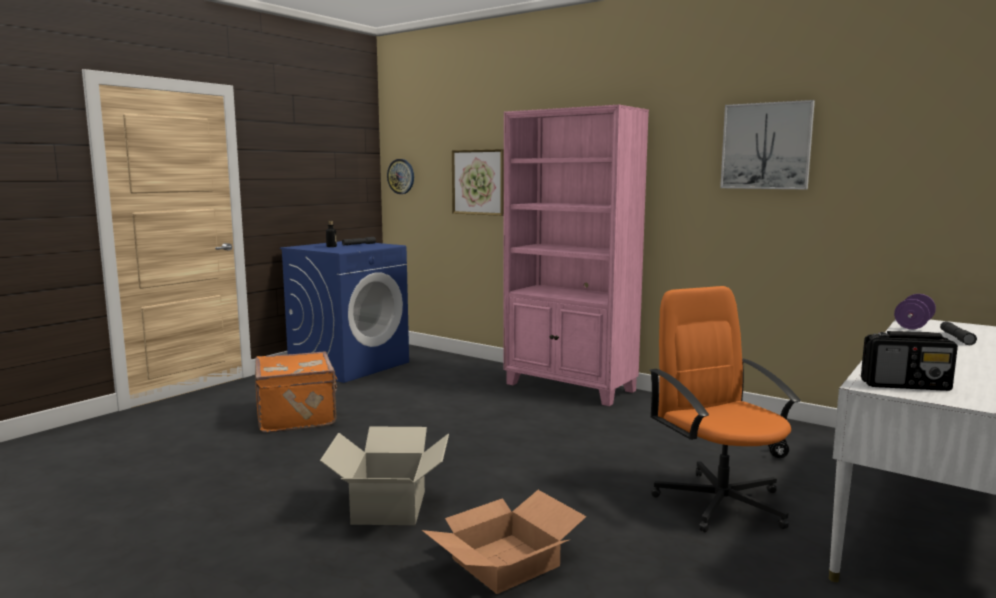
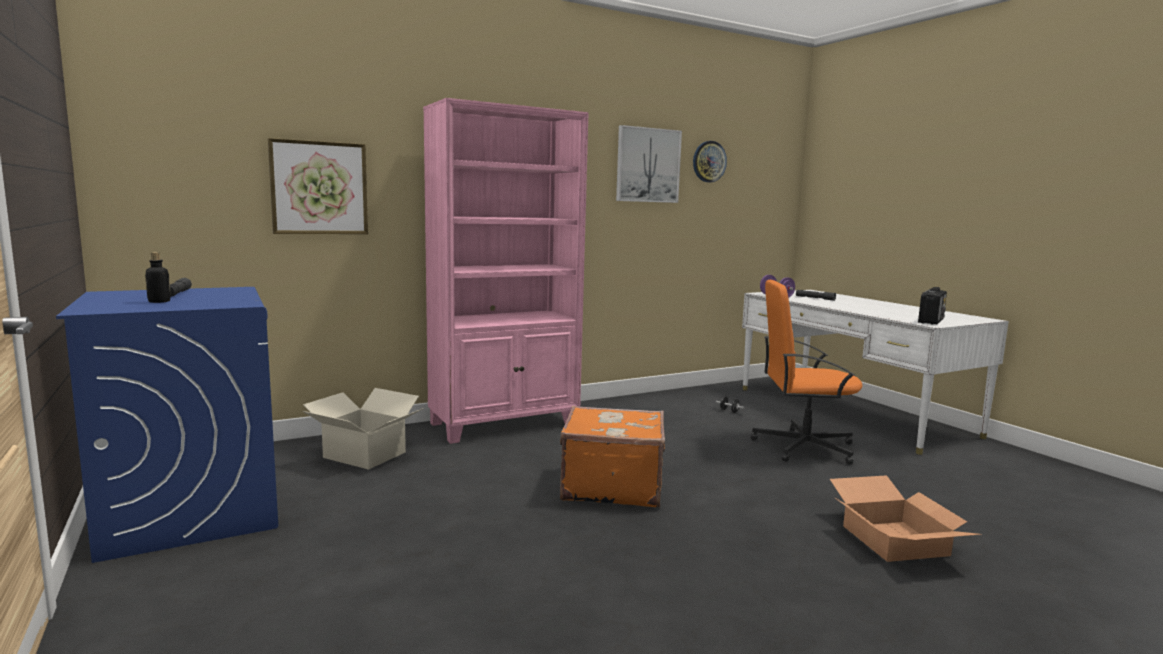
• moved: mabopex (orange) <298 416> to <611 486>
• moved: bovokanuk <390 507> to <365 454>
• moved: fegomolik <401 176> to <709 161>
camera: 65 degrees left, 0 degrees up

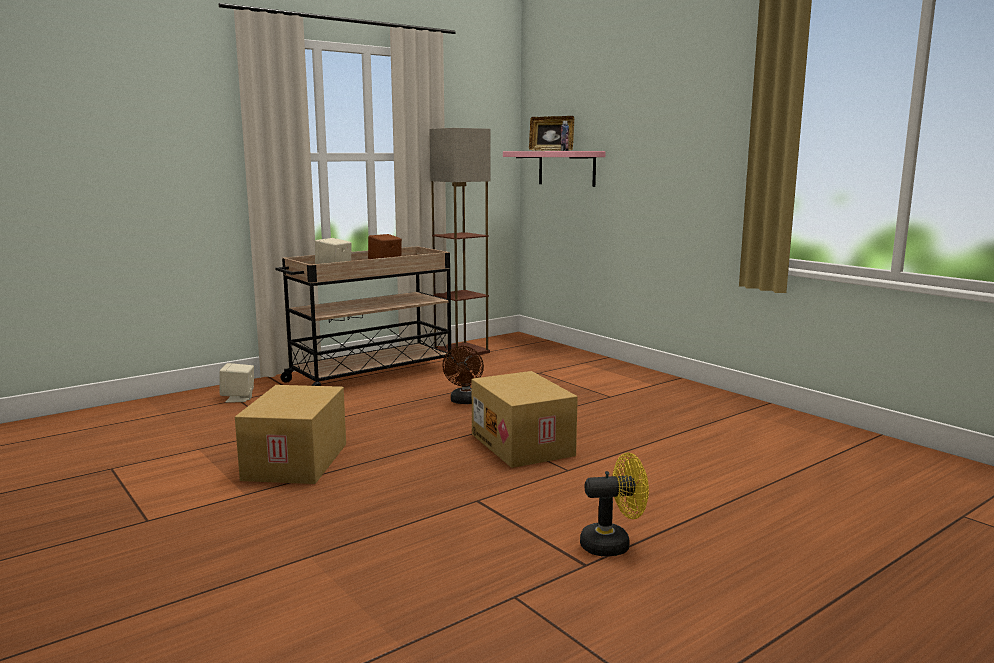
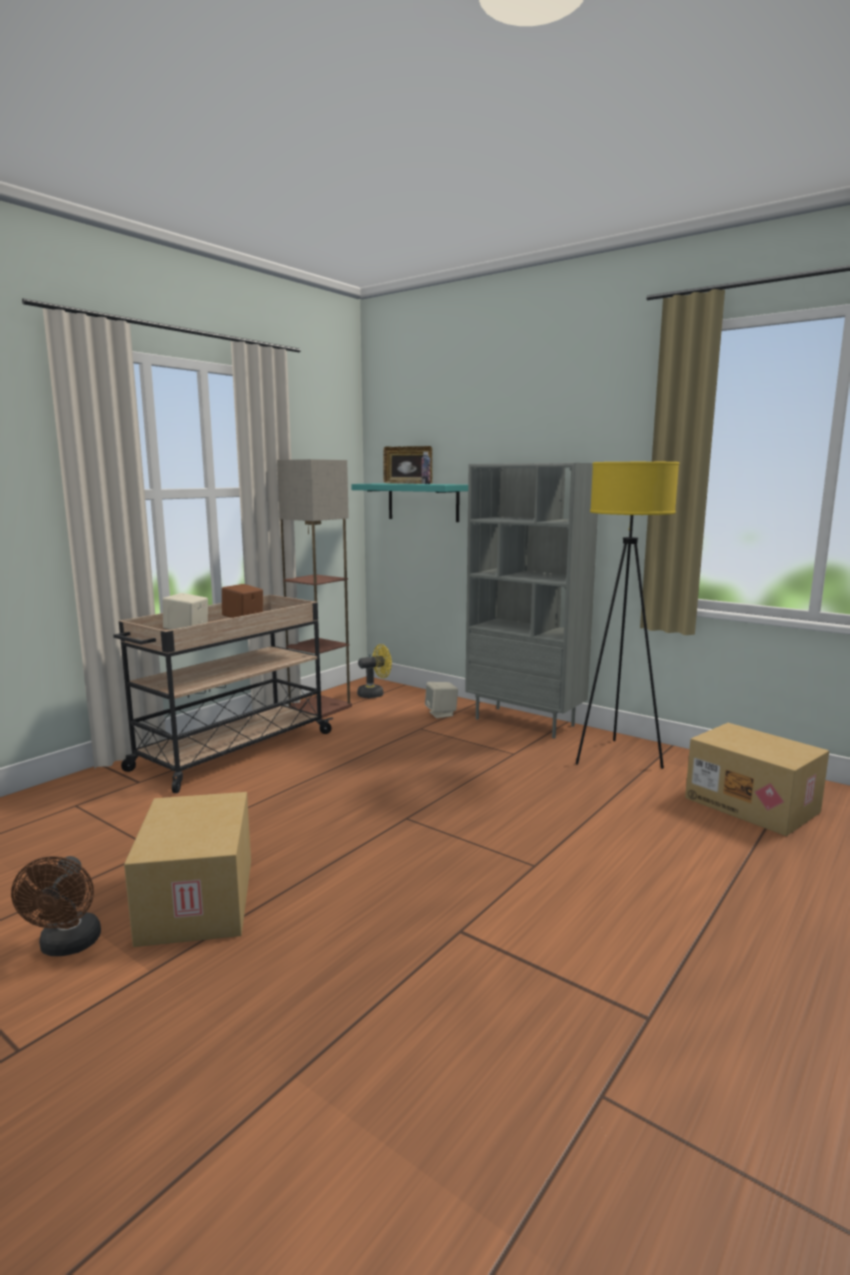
• added: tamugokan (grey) <525 722>
• added: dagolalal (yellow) <616 757>
• moved: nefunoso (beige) <238 398> to <441 714>
• moved: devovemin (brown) <465 402> to <68 946>
• moved: bovokanuk <524 445> to <753 805>
• moved: devovemin (yellow) <613 544> to <375 694>
• recoloured: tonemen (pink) <566 168> to tonemen (turquoise) <423 502>
camera: 15 degrees left, 0 degrees up

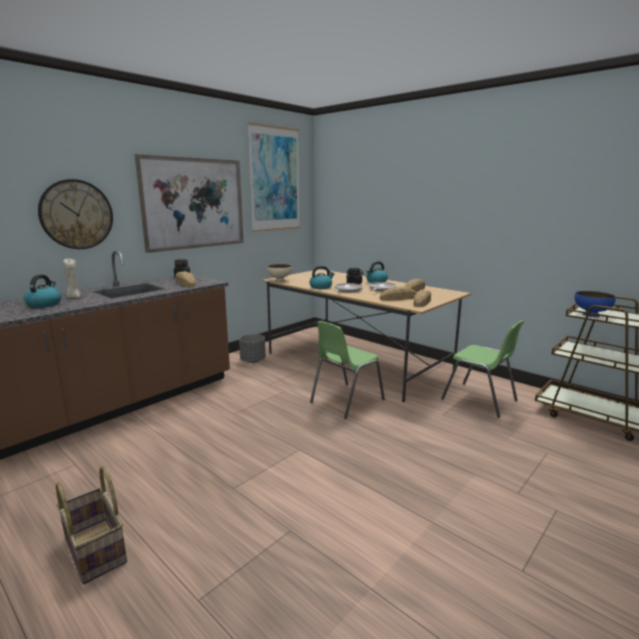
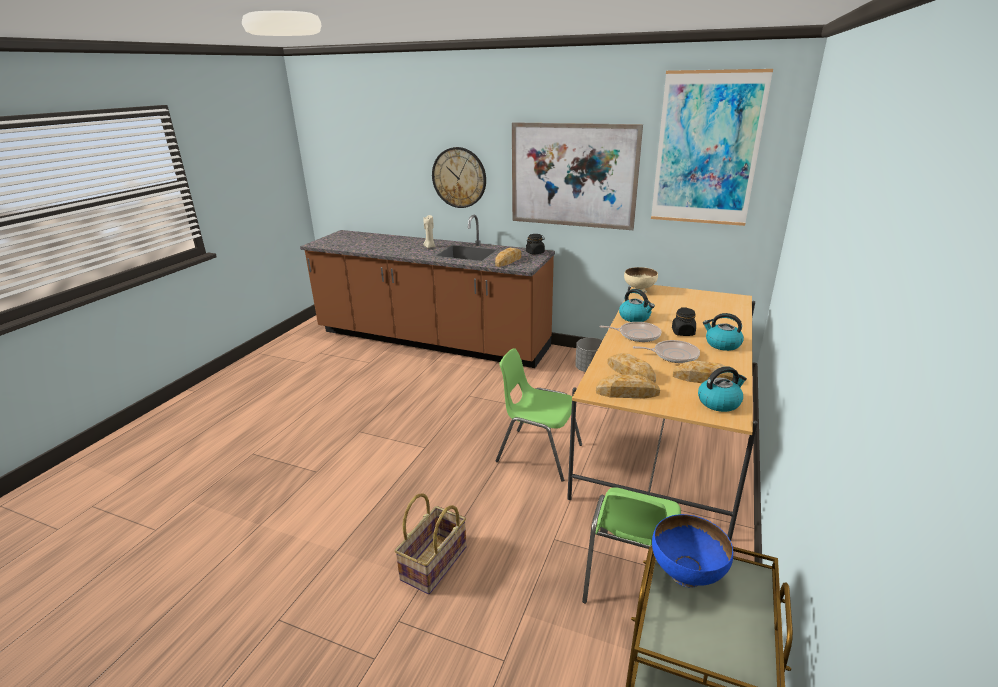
• moved: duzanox <44 304> to <719 402>
• moved: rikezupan <97 550> to <435 564>
camera: 70 degrees right, 10 degrees up

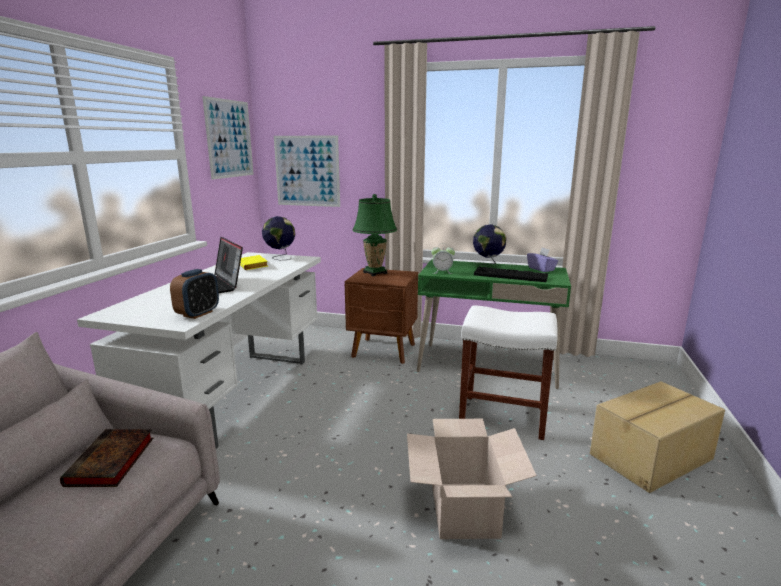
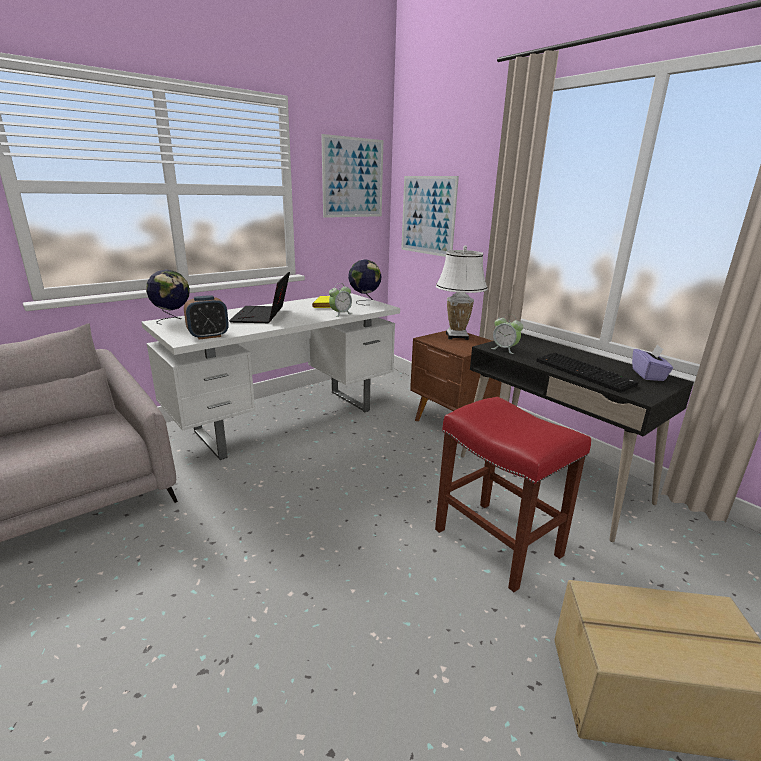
• removed: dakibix <111 463>
• removed: bovokanuk <465 510>
• added: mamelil <340 314>
• moved: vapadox <487 266> to <172 320>
• recoloured: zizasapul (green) <375 273> to zizasapul (white) <457 336>
• recoloured: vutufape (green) <487 365> to vutufape (black) <551 479>
• recoloured: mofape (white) <501 416> to mofape (red) <495 542>
camera: 35 degrees right, 5 degrees up

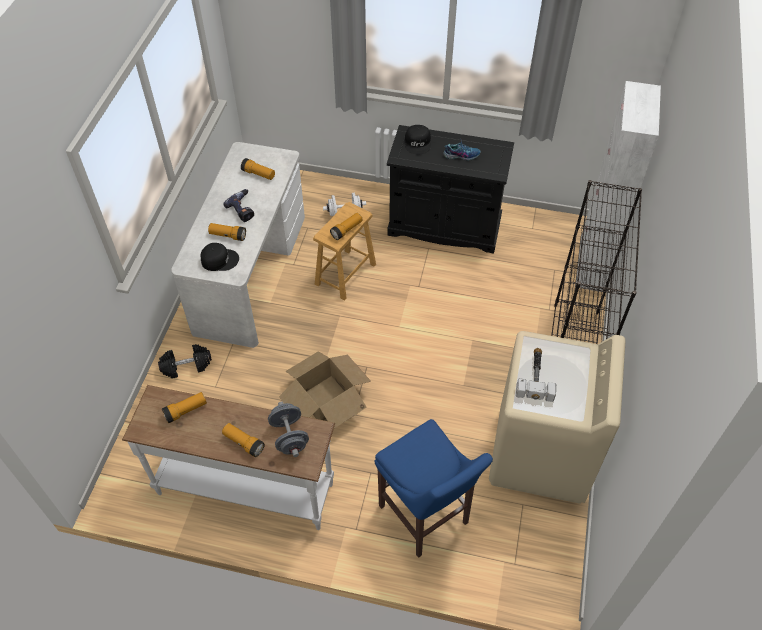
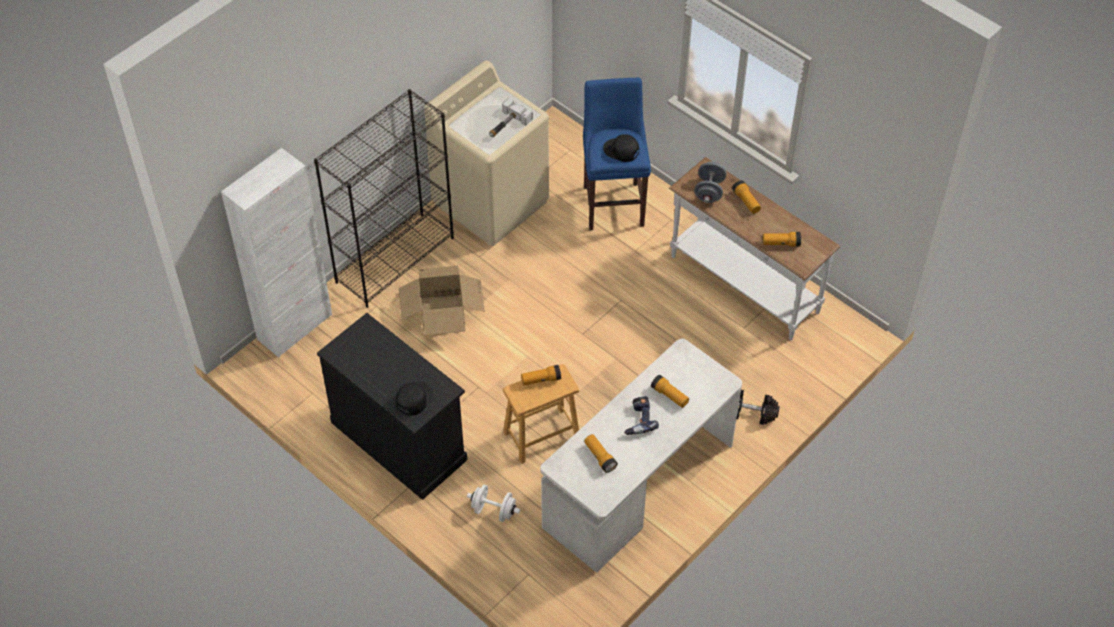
• removed: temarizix <461 155>
• moved: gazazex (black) <219 259> to <621 150>
• moved: bovokanuk <326 400> to <442 312>
camera: 150 degrees left, 0 degrees up

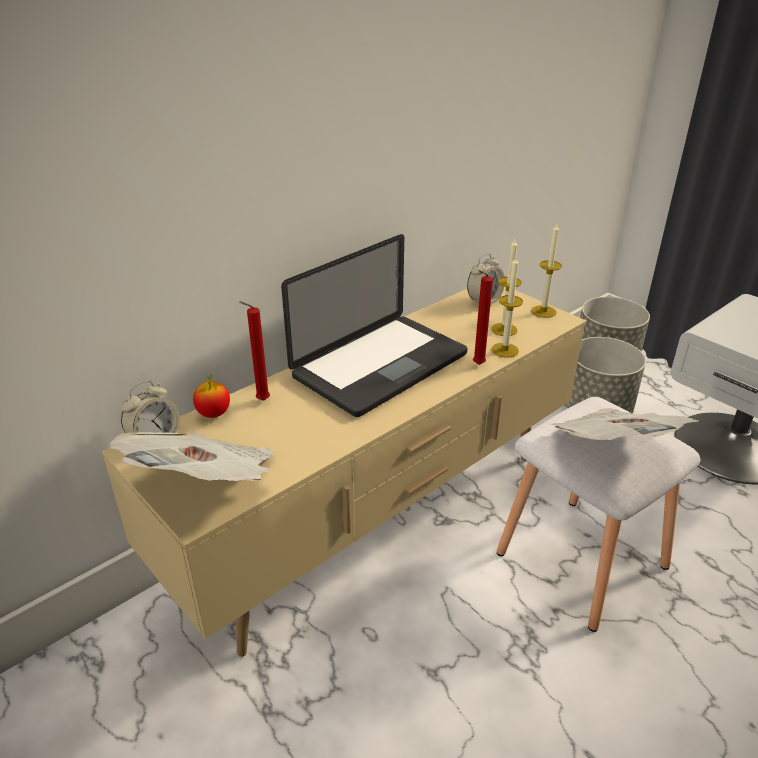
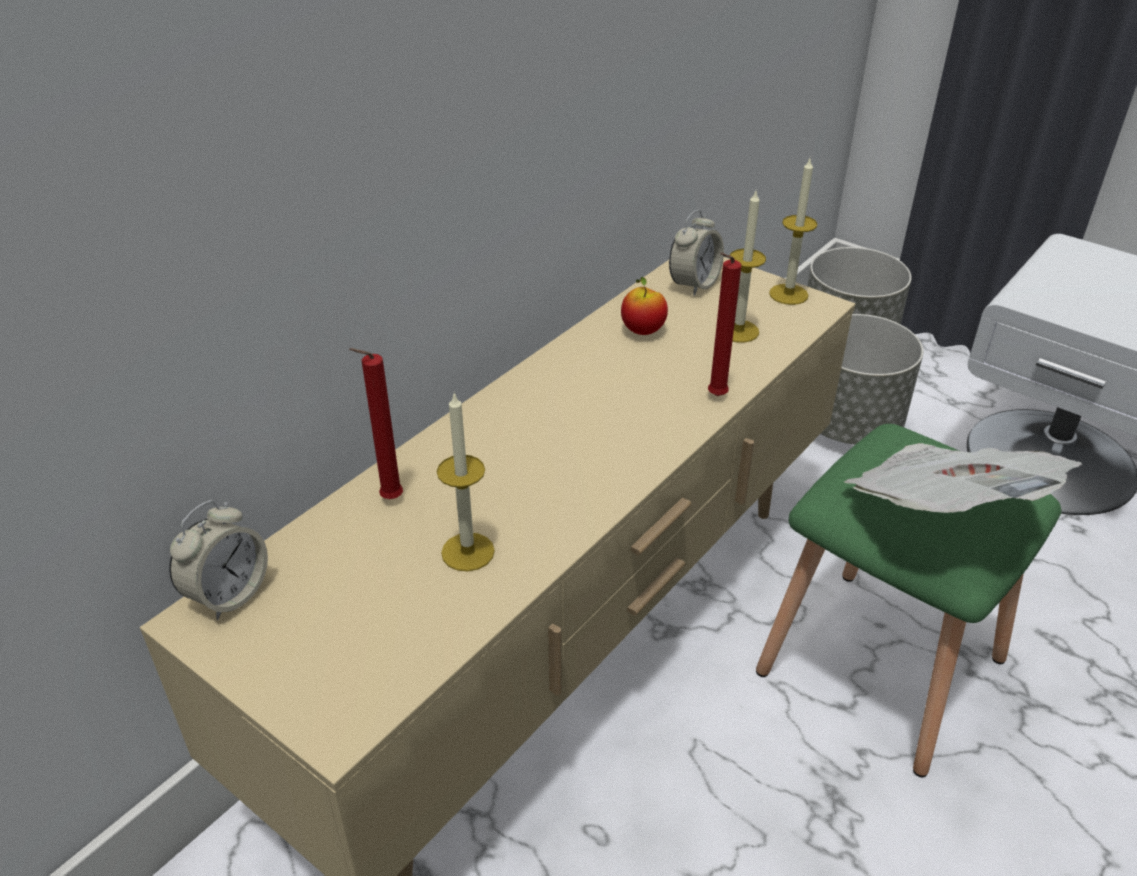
• removed: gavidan <207 485>
• removed: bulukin <380 366>
• moved: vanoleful <214 414> to <642 331>
• moved: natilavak <505 350> to <468 552>
• recoloured: mofape (white) <581 562> to mofape (green) <881 669>
camera: 10 degrees left, 5 degrees up

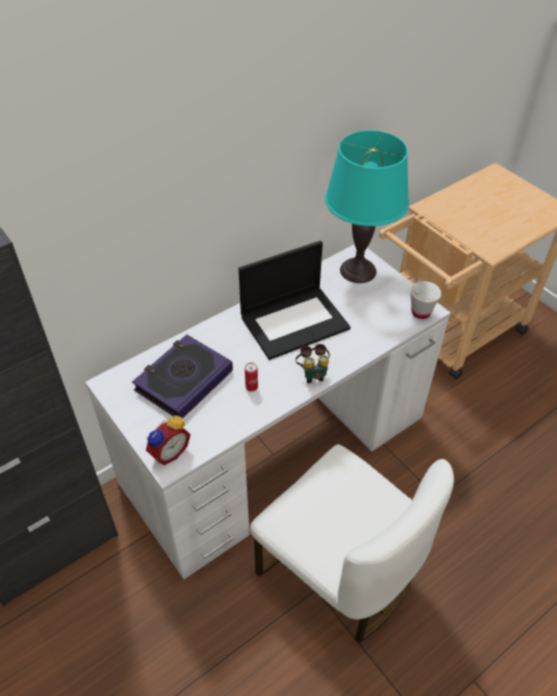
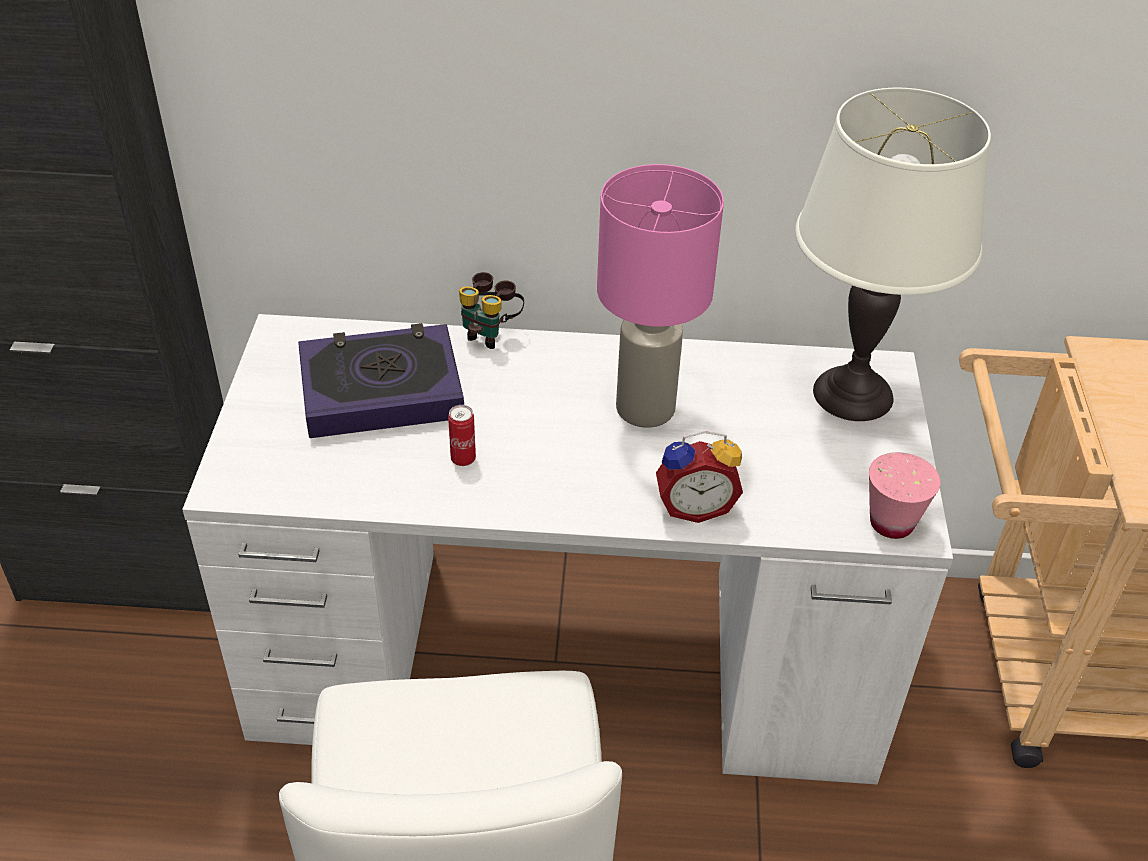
• moved: mamelil <168 452> to <694 506>
• moved: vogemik <313 373> to <490 333>
• replaced: bulukin <295 321> to zizasapul (pink) <647 408>
• recoloured: zizasapul (turquoise) <357 271> to zizasapul (white) <852 394>
• recoloured: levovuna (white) <420 312> to levovuna (pink) <891 523>
camera: 40 degrees right, 5 degrees down

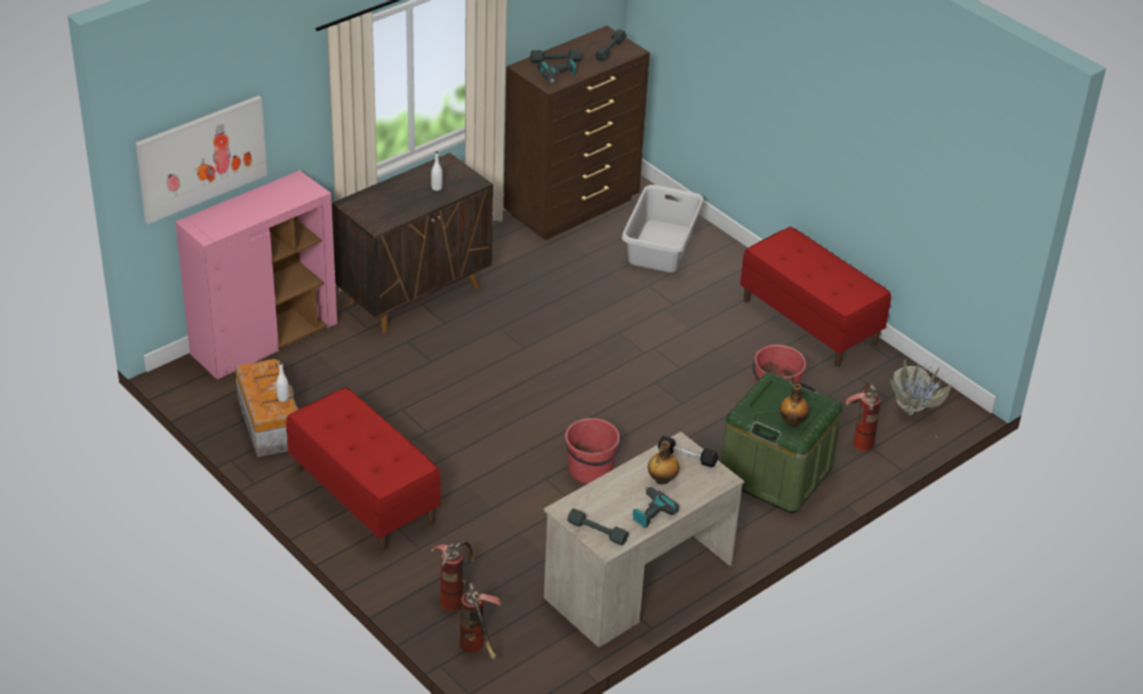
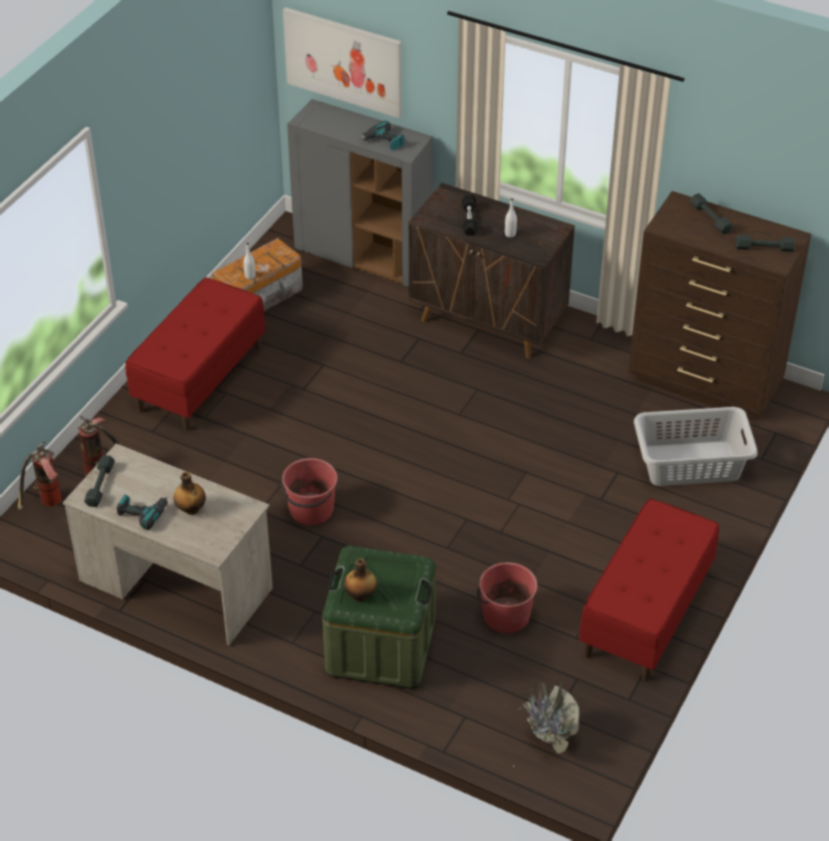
• removed: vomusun <858 439>
• moved: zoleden <558 76> to <383 142>
• moved: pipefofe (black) <687 457> to <469 220>
• recoloured: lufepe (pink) <264 340> to lufepe (grey) <364 257>
camera: 70 degrees right, 5 degrees up

